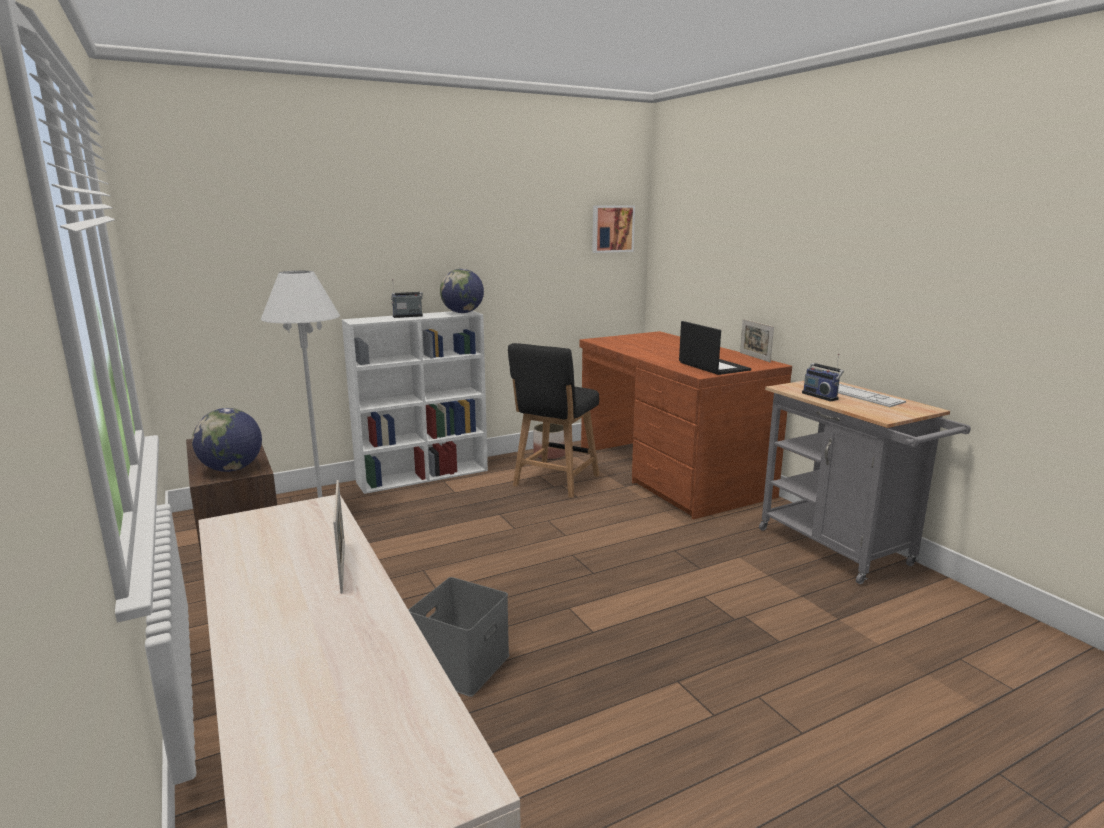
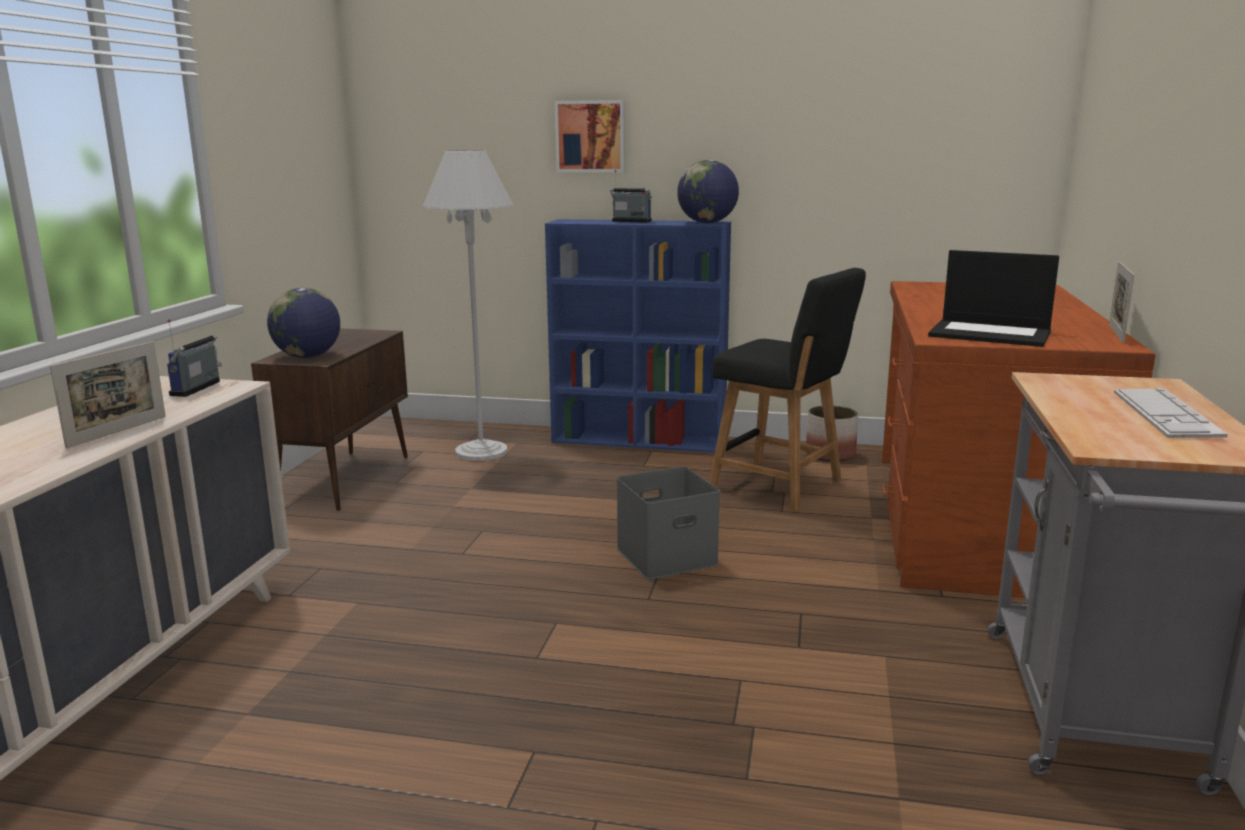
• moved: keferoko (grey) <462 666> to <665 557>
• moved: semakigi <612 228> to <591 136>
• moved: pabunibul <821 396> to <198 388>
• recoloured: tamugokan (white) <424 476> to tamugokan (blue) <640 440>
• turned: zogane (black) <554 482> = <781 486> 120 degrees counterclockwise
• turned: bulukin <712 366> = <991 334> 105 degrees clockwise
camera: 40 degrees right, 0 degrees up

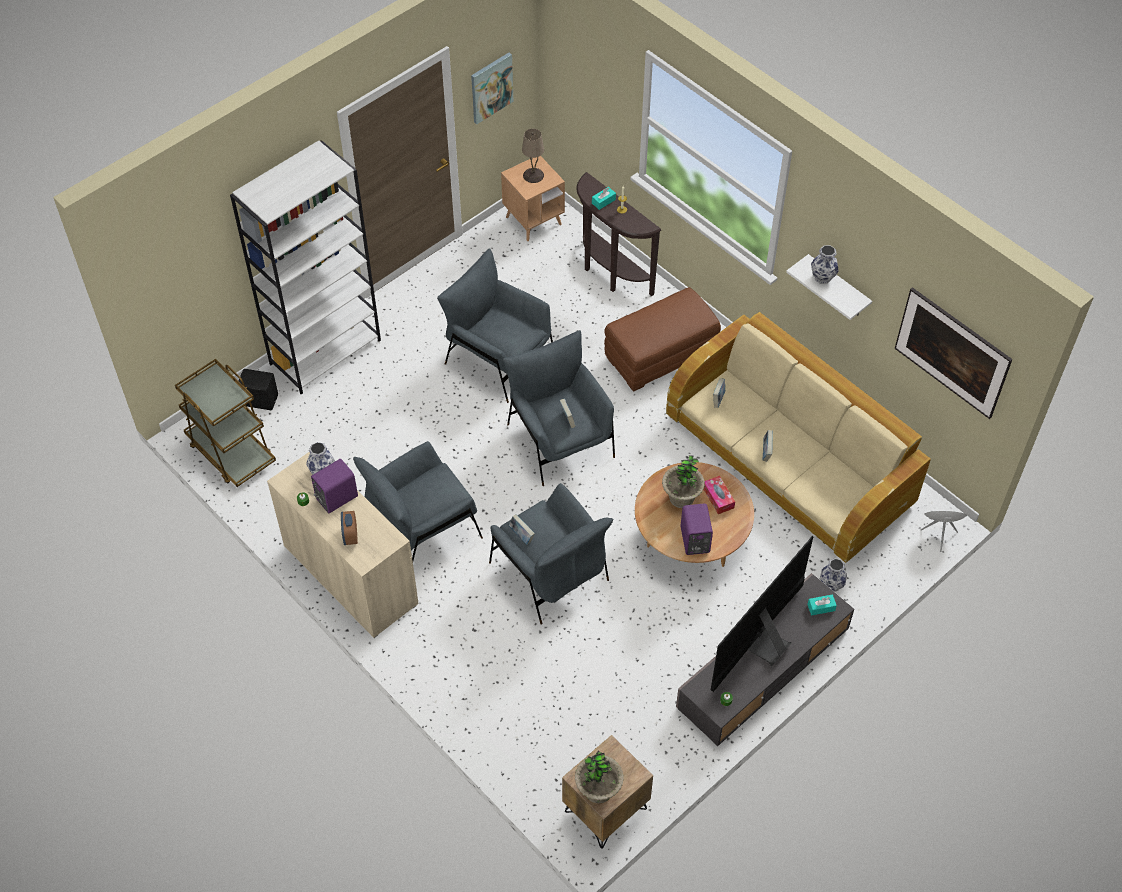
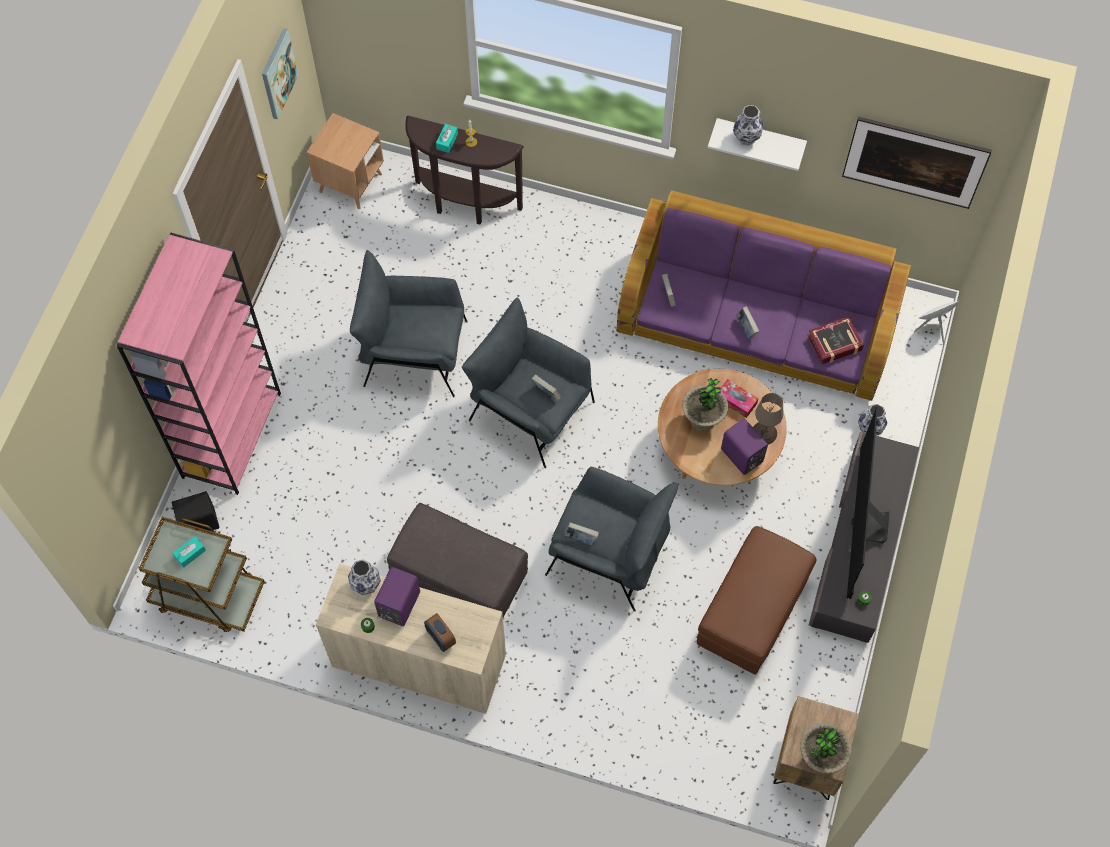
• added: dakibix <835 343>
• moved: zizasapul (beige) <533 175> to <763 433>
• moved: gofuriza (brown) <660 355> to <752 610>
• moved: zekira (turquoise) <821 607> to <190 554>
• replaced: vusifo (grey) <422 530> to gofuriza (grey) <458 576>
• recoloured: tamugokan (white) <325 351> to tamugokan (pink) <231 434>
• recoloured: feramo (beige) <790 459> to feramo (purple) <757 320>
camera: 30 degrees left, 10 degrees up

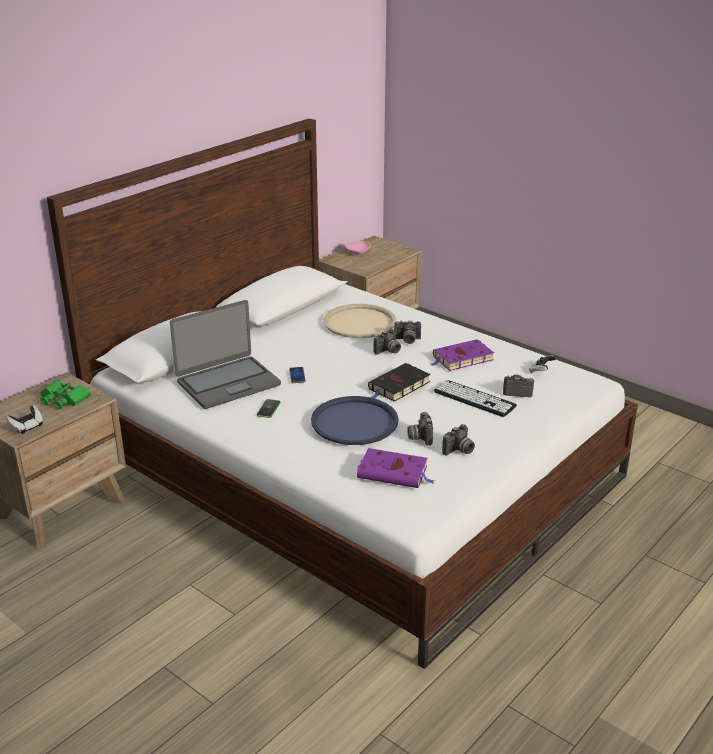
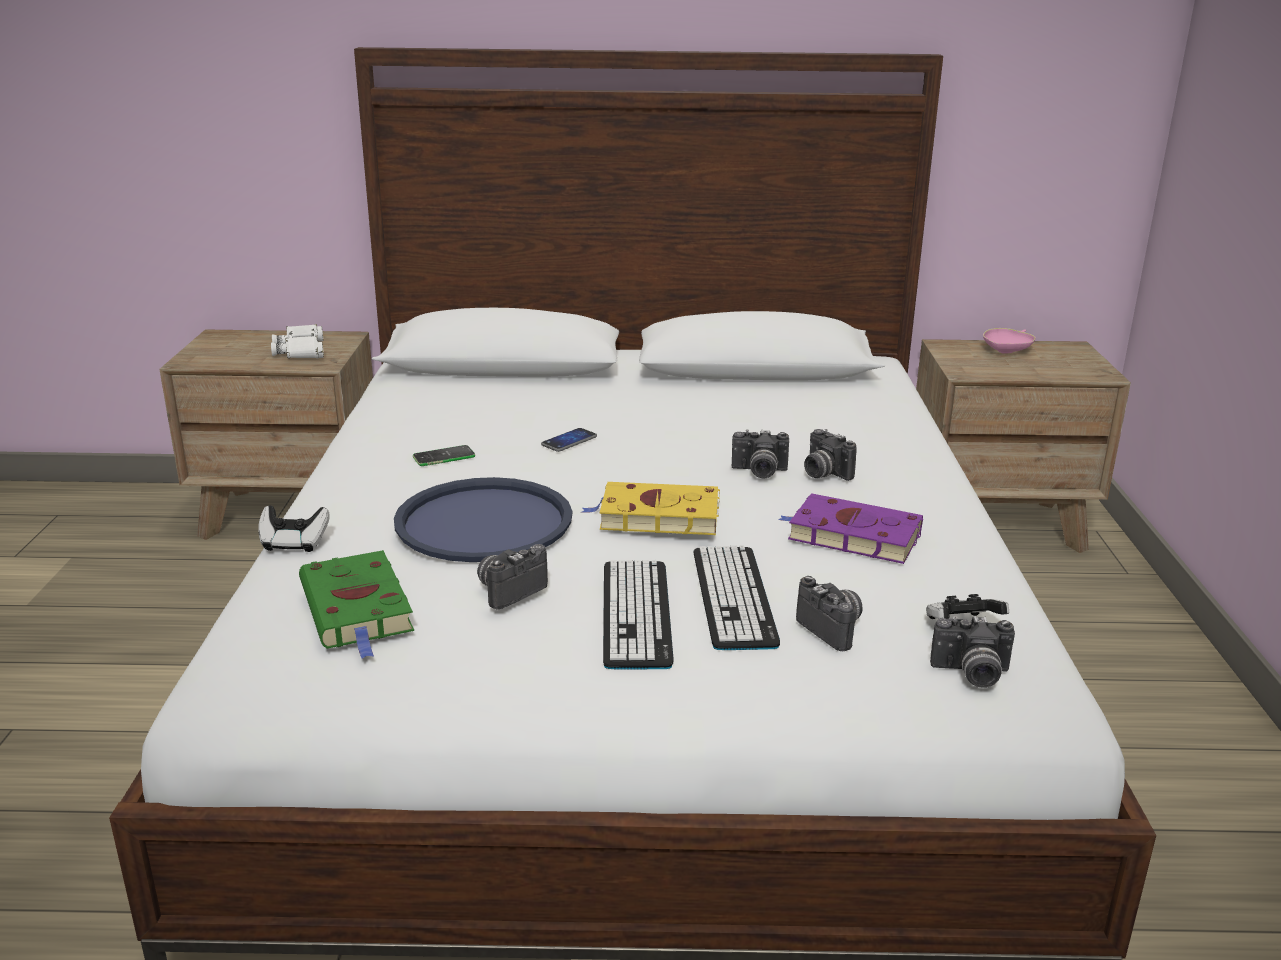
• removed: bulukin <227 383>
• removed: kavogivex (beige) <359 322>
• added: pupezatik <636 614>
• moved: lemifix <27 427> to <294 543>
• moved: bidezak <459 451> to <971 674>
• recoloured: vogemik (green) <64 399> to vogemik (white) <301 350>
• recoloured: dakibix (purple) <394 473> to dakibix (green) <358 610>
• recoloured: dakibix (black) <398 386> to dakibix (yellow) <655 516>
camera: 50 degrees right, 5 degrees down

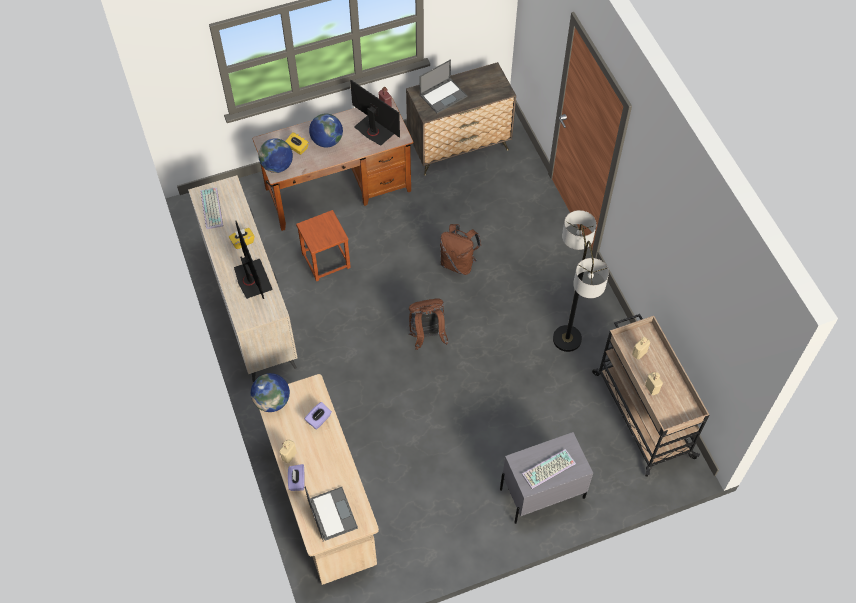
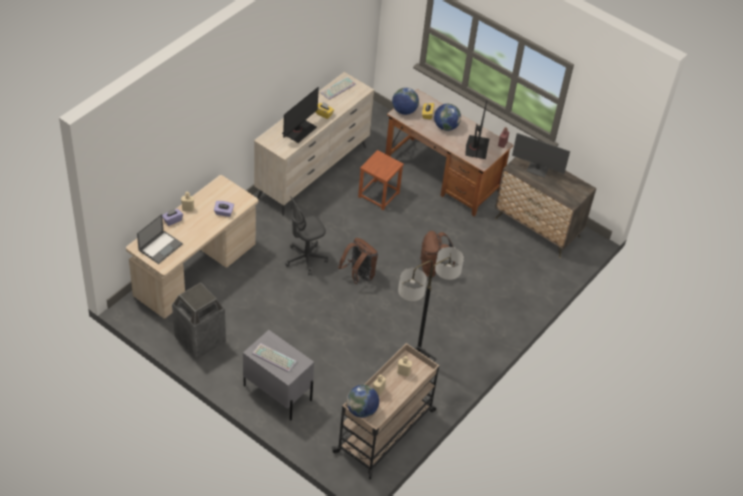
• added: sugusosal <200 340>
• added: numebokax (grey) <306 259>
• moved: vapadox <272 401> to <361 410>
• replaced: bulukin <443 95> to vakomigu <537 170>
camera: 55 degrees right, 10 degrees down

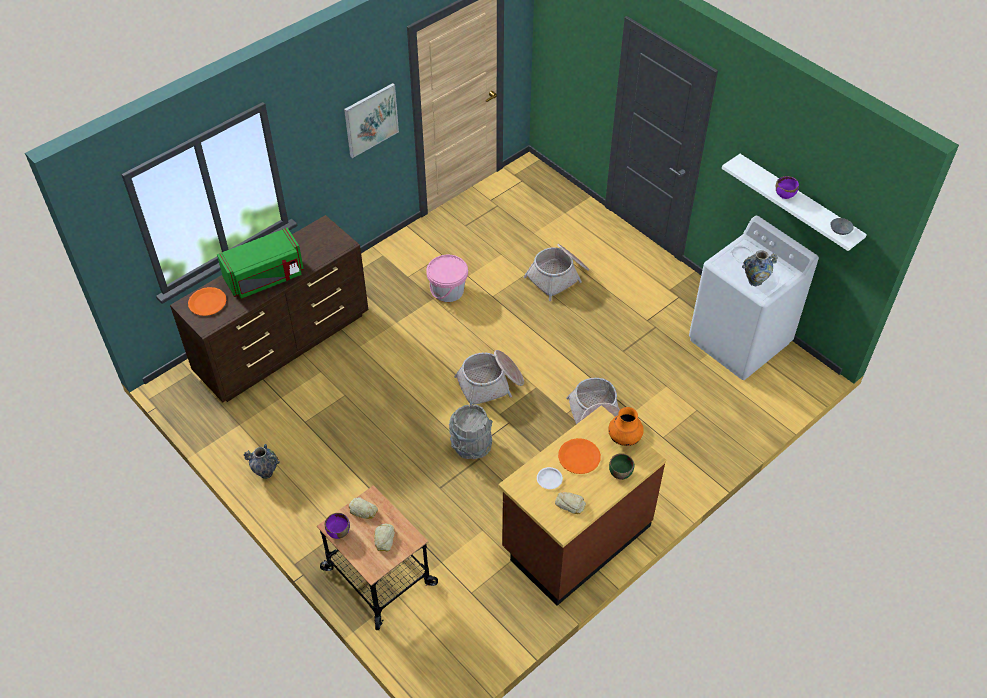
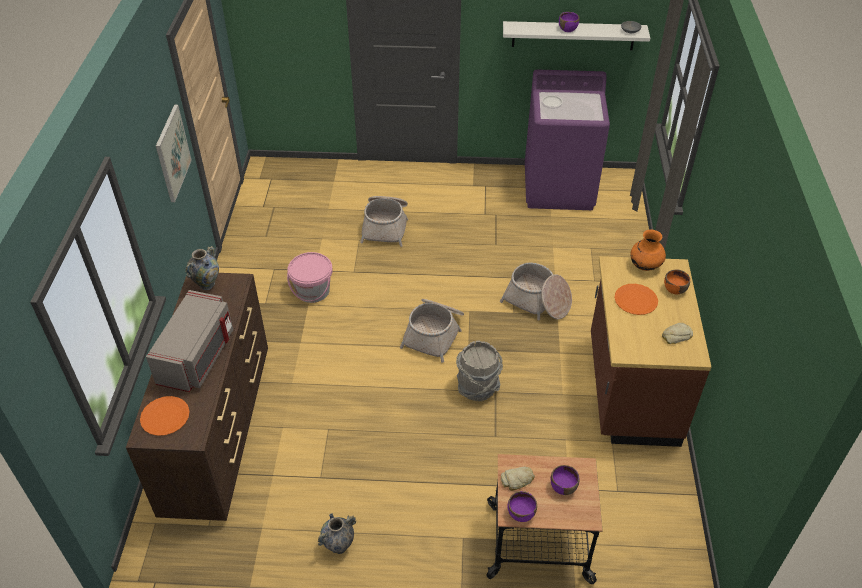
• removed: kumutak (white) <549 479>
• moved: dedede <755 281> to <207 284>
• replaced: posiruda <383 539> to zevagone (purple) <563 487>
• recoloured: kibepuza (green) <265 278> to kibepuza (grey) <198 357>
• recoloured: zevagone (green) <620 472> to zevagone (orange) <674 289>
• recoloured: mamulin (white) <740 341> to mamulin (purple) <559 188>
camera: 45 degrees left, 5 degrees down

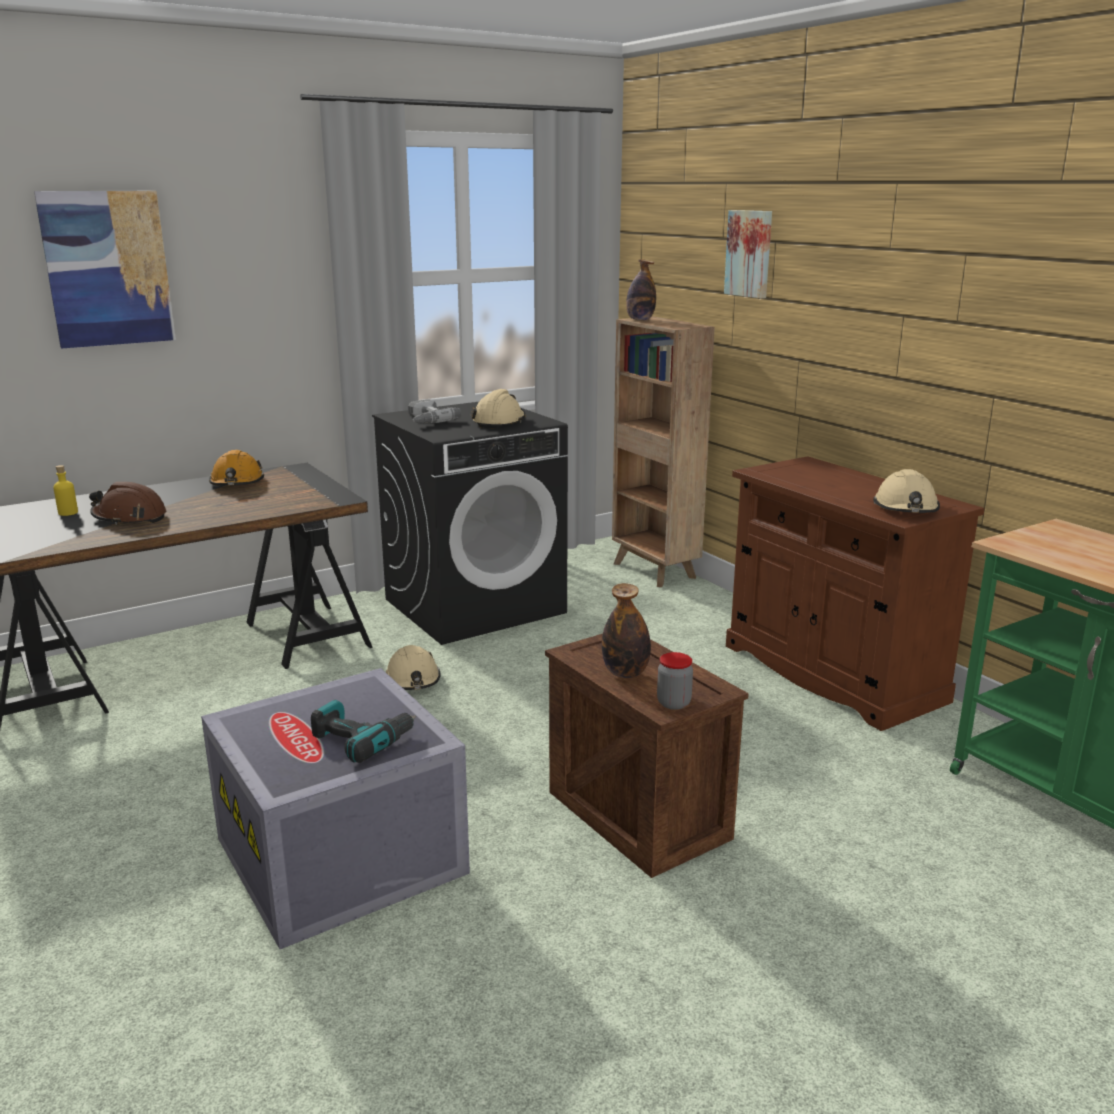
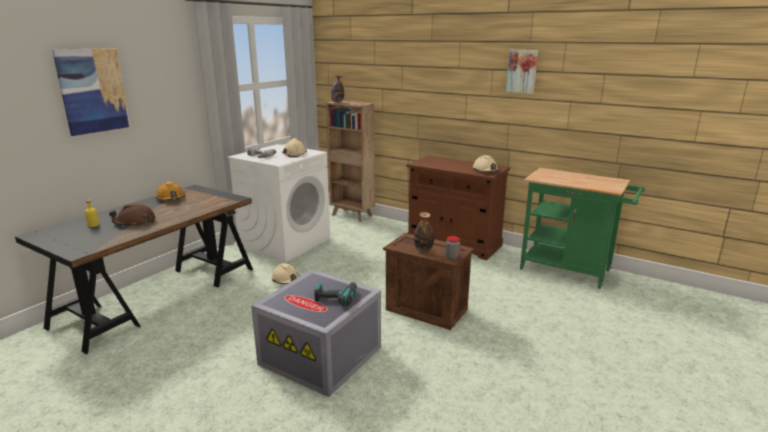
• moved: semakigi <750 253> to <522 71>
• recoloured: mamulin (black) <475 605> to mamulin (white) <285 243>
camera: 25 degrees left, 0 degrees up

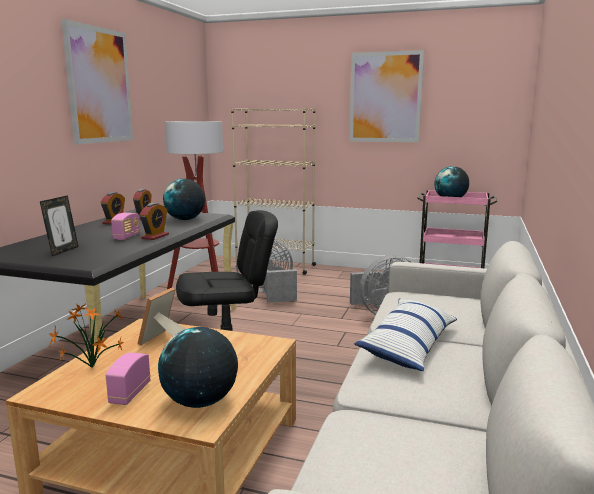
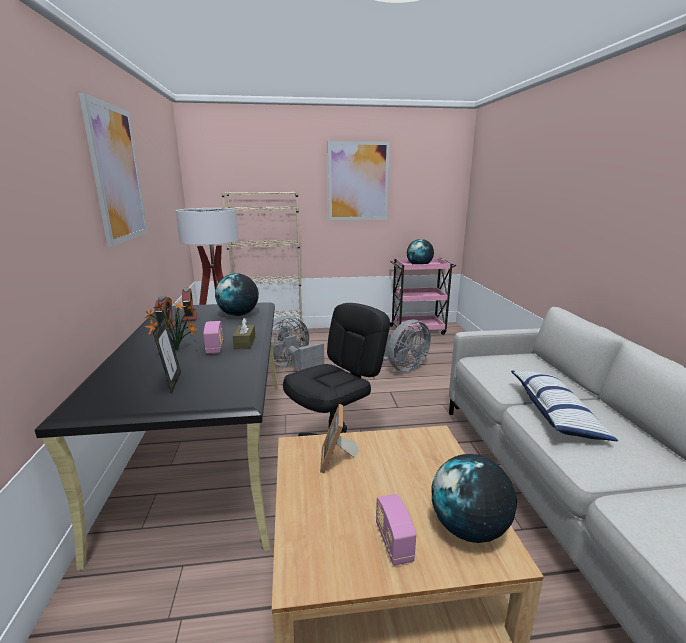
• moved: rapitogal <90 368> to <175 351>
• replaced: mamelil <155 236> to zekira (brown) <245 342>
camera: 25 degrees left, 5 degrees up

